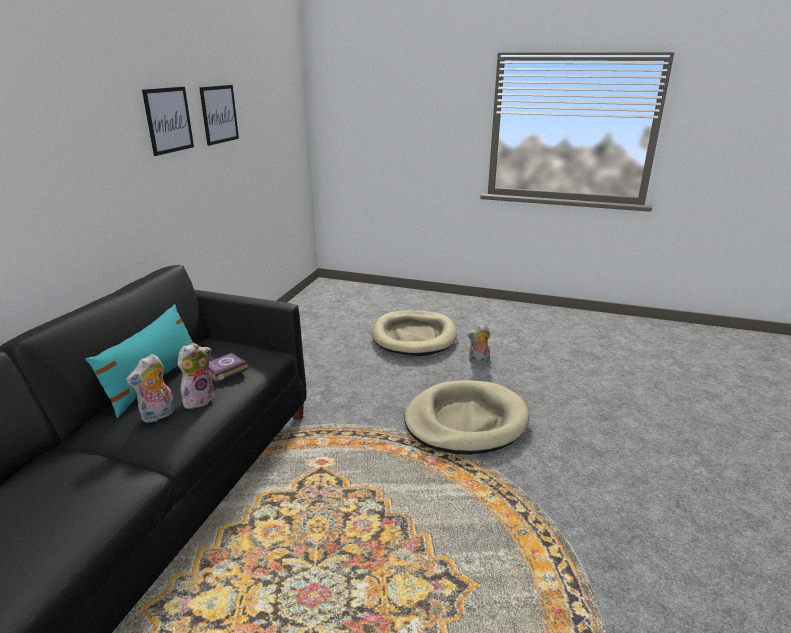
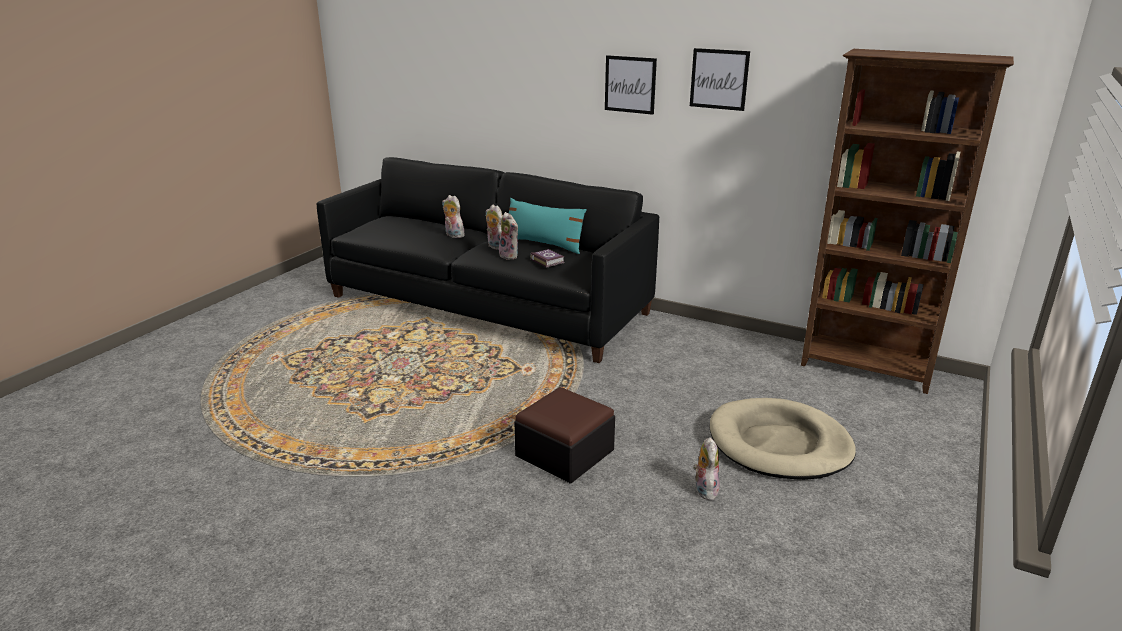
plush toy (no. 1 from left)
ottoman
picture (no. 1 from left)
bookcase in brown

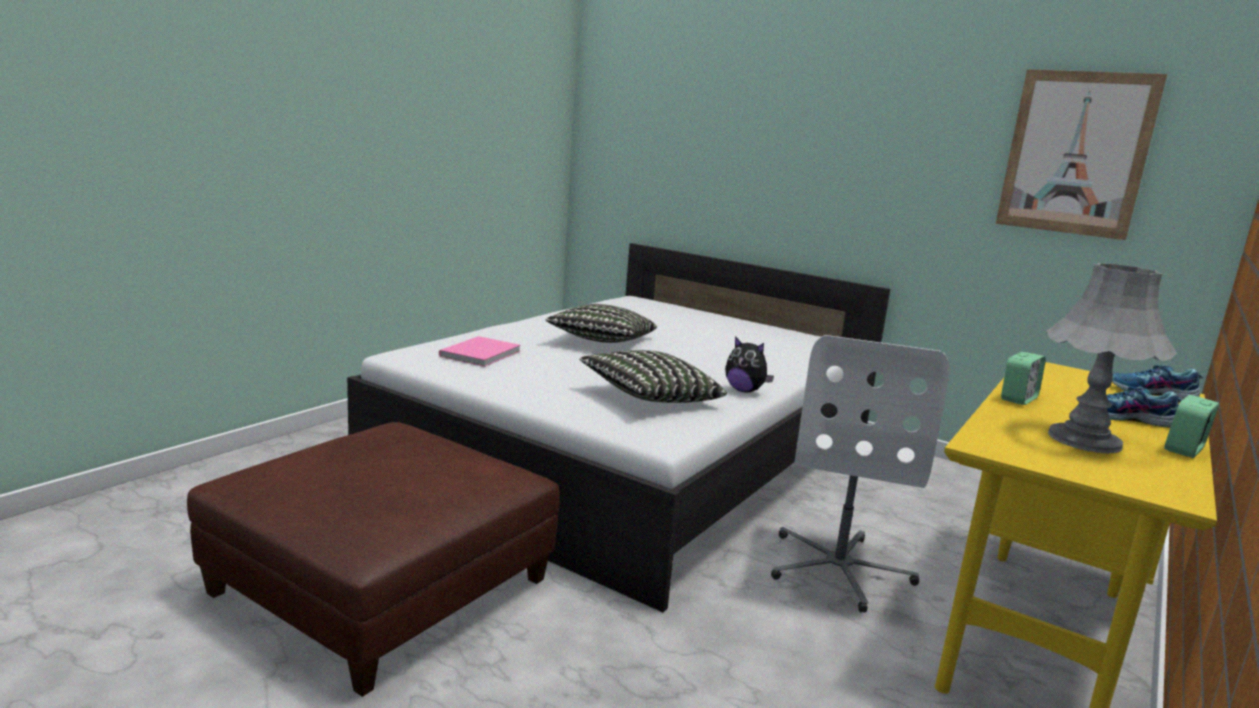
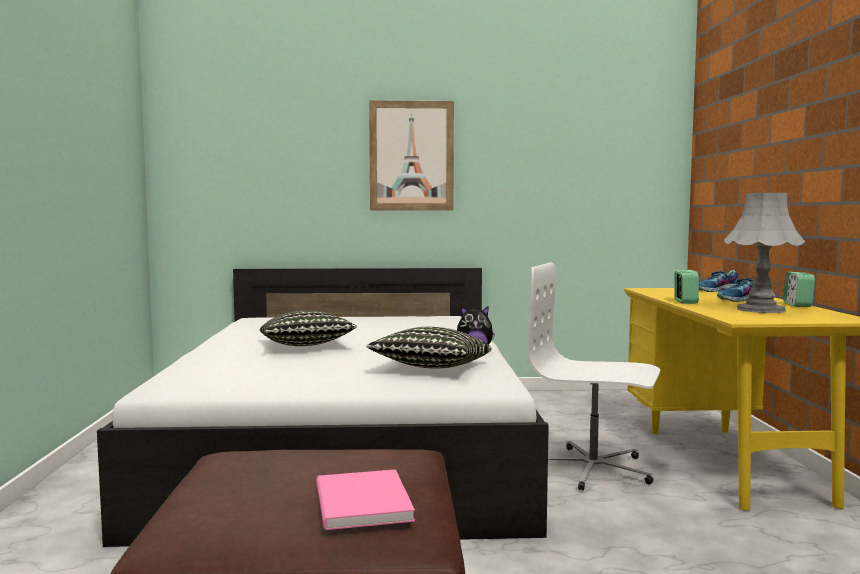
book in pink
picture
office chair in white

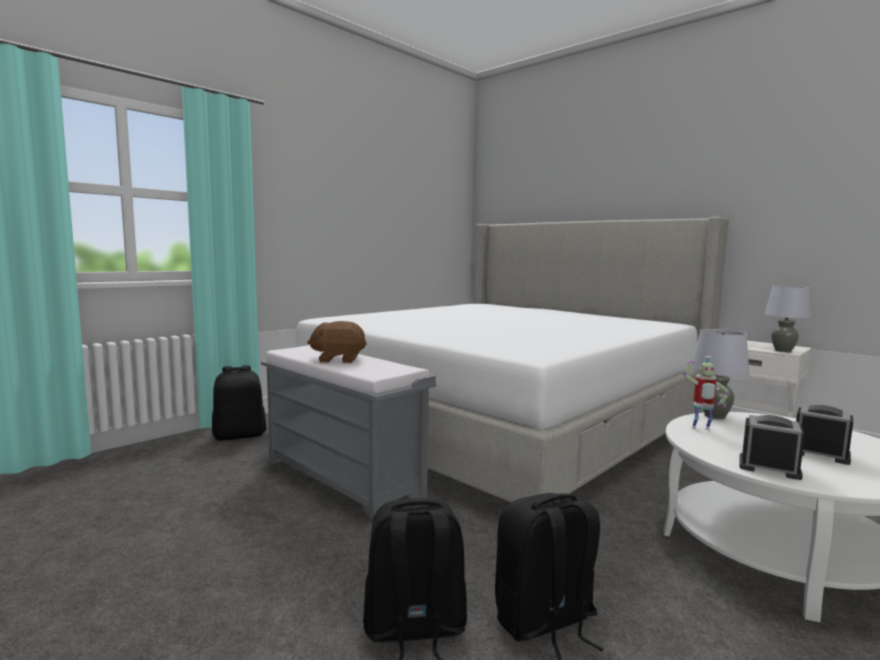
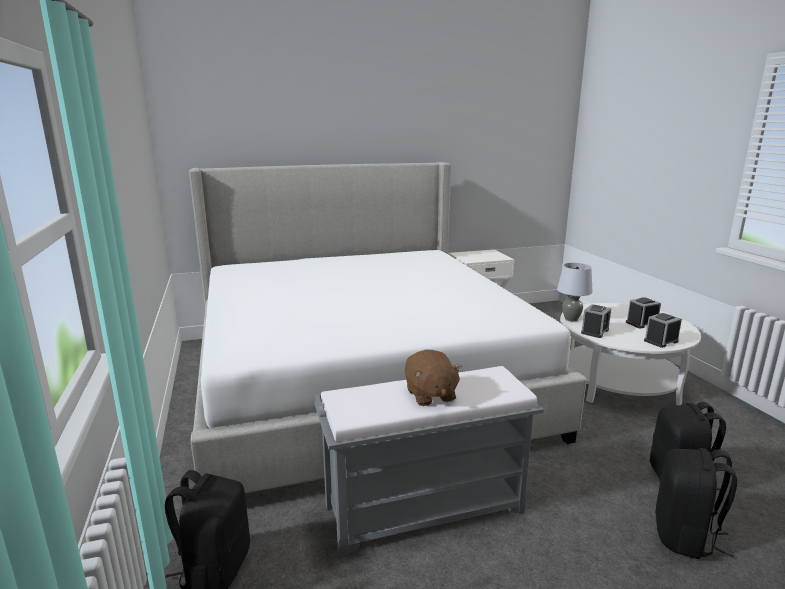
plush toy in brown
alarm clock (no. 1 from left)
table lamp in grey (no. 2 from left in the first image)

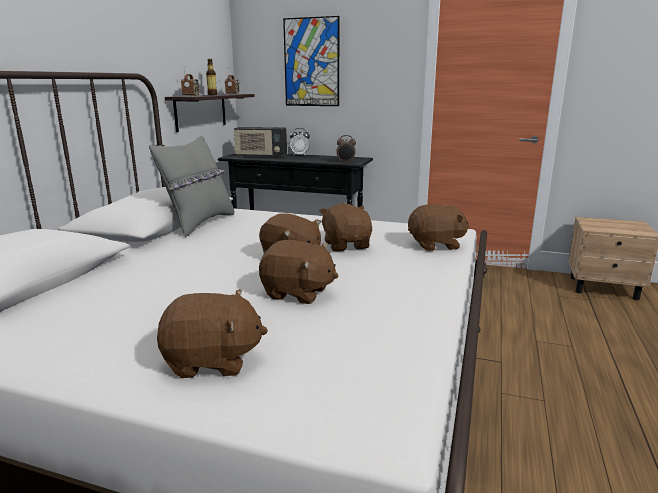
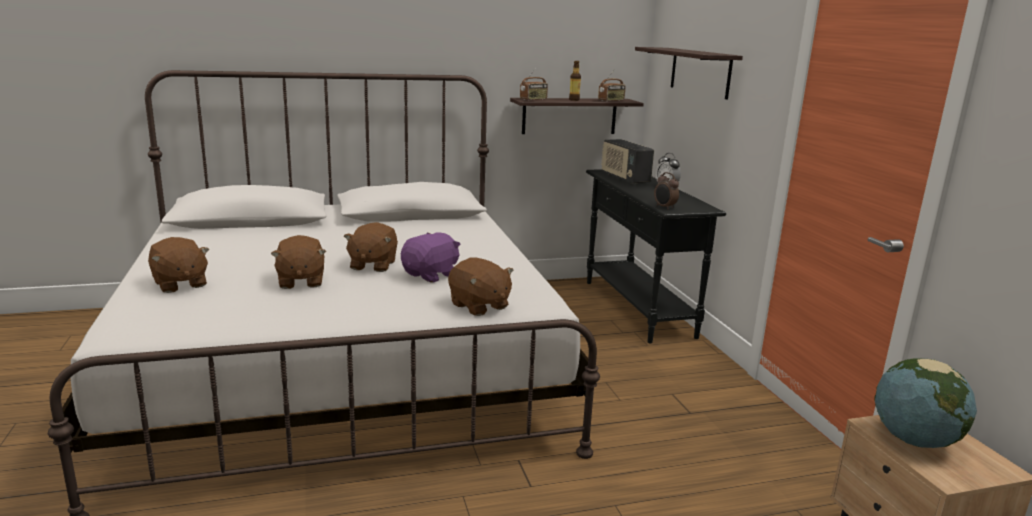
plush toy in purple
shelf (no. 2 from left)
globe
pillow in grey

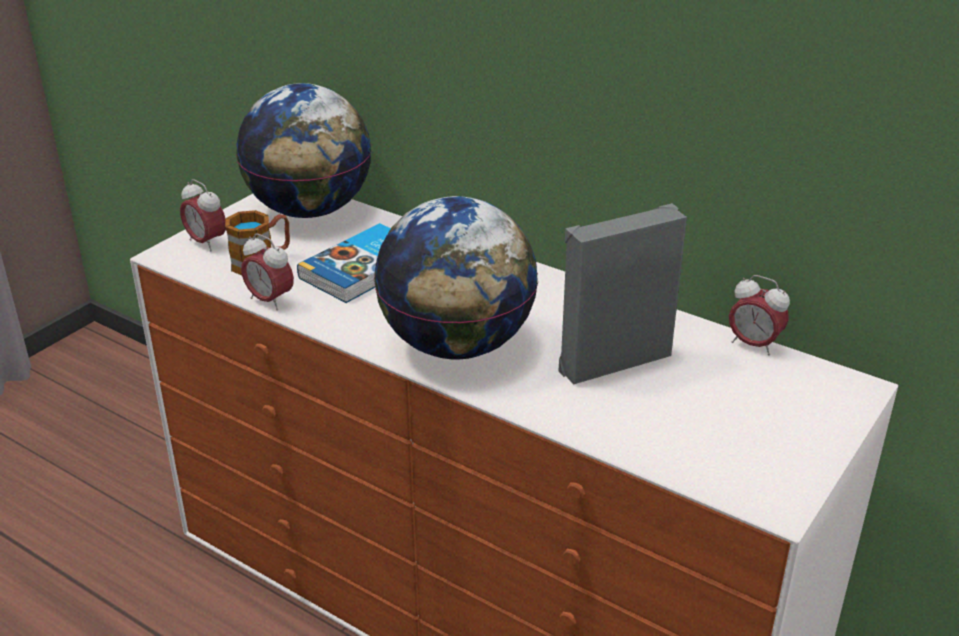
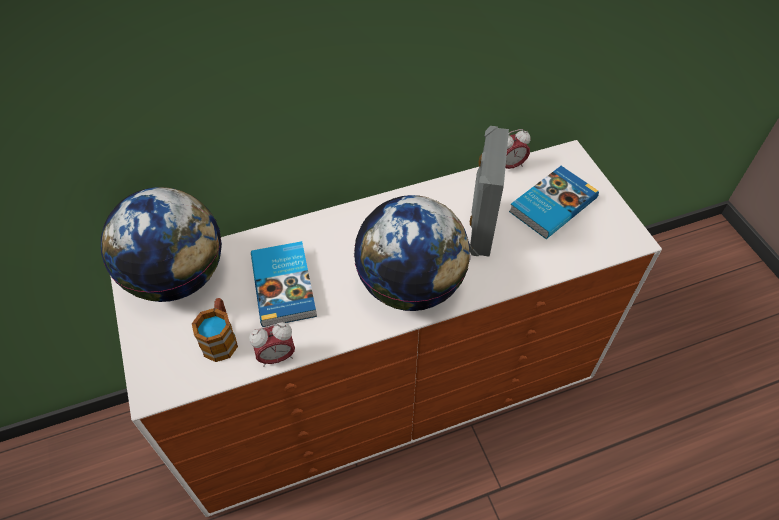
book (no. 2 from left)
alarm clock (no. 1 from left in the first image)

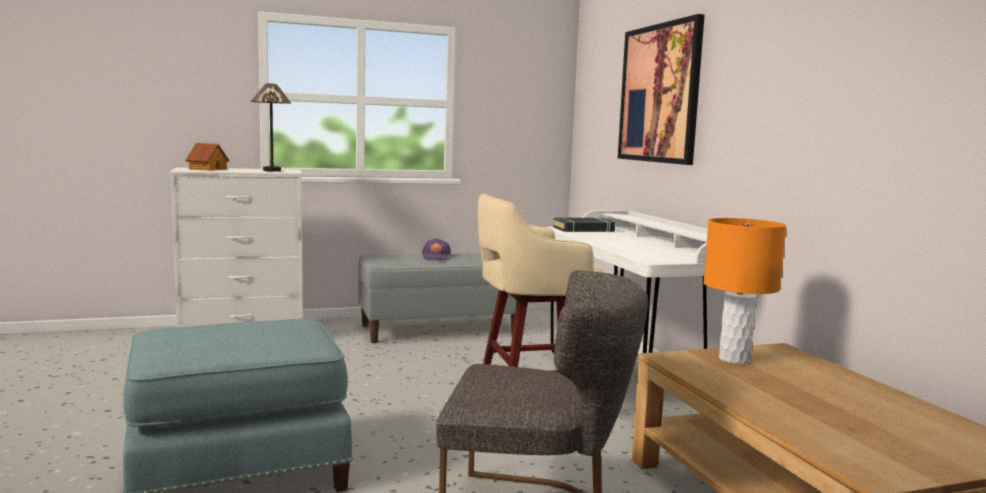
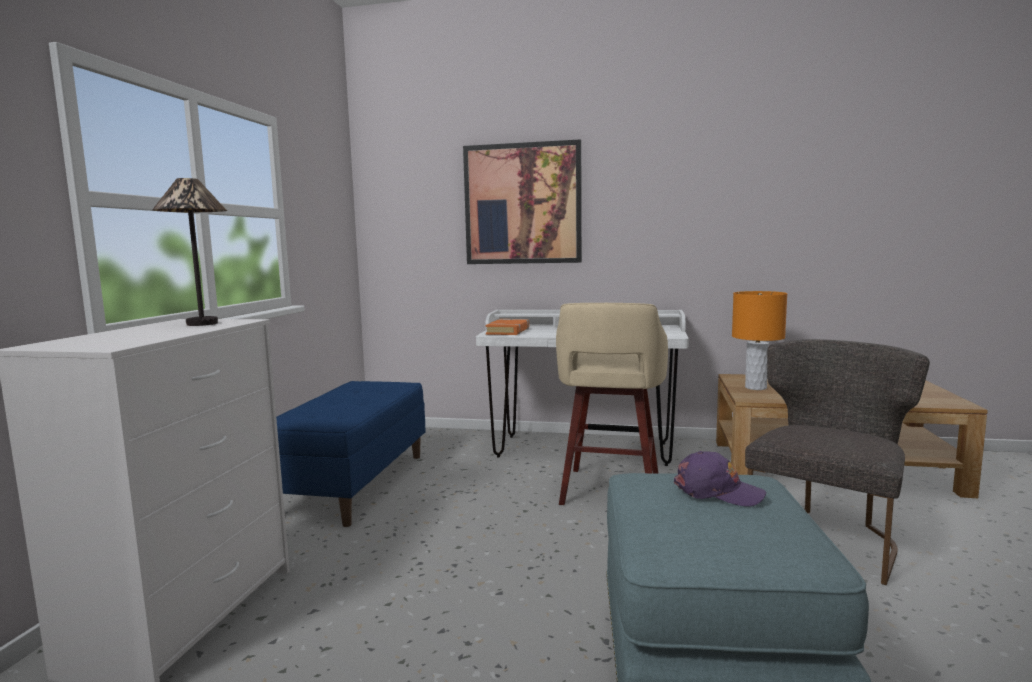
bench in blue
book in orange
cap in purple
toy house

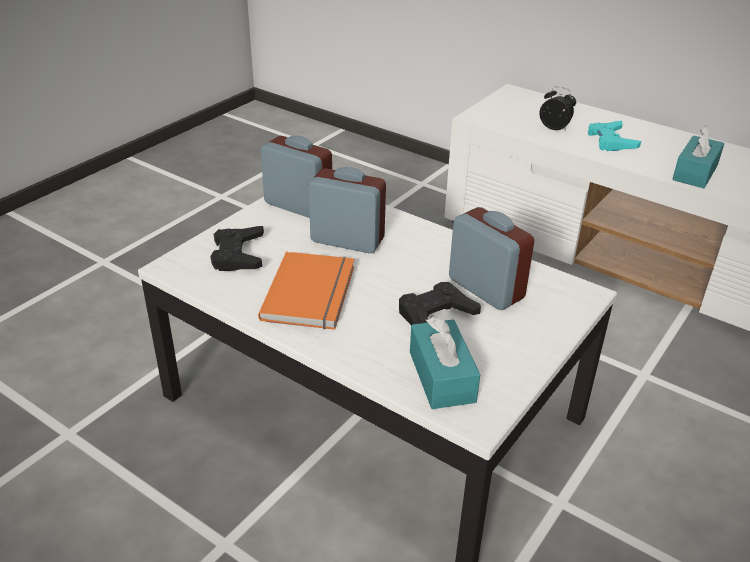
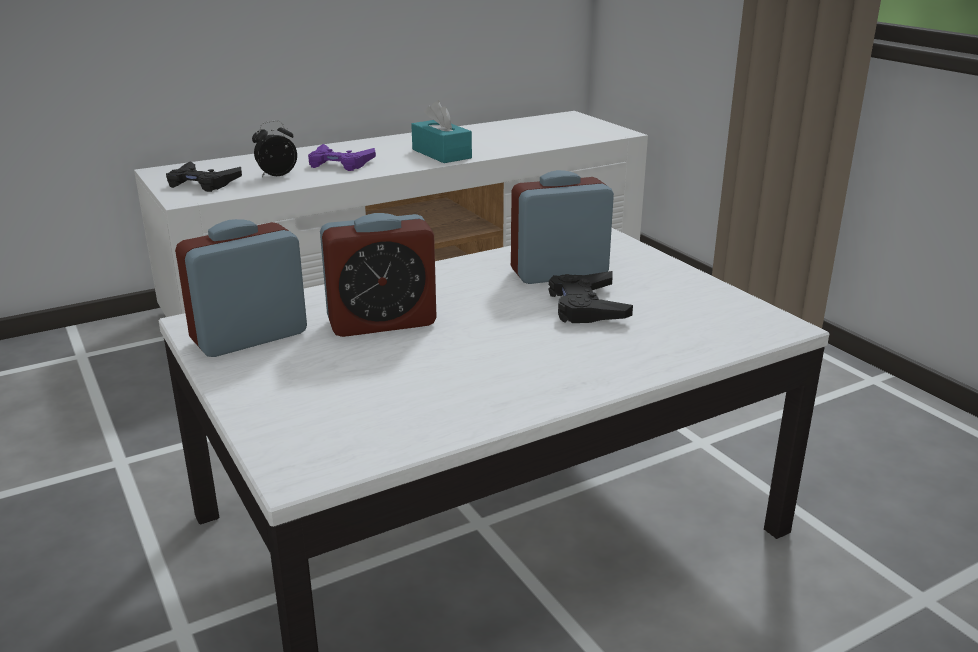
game controller in black (no. 1 from left)
game controller in purple
alarm clock (no. 3 from left)
book in orange
tissue box in turquoise (no. 1 from left in the first image)

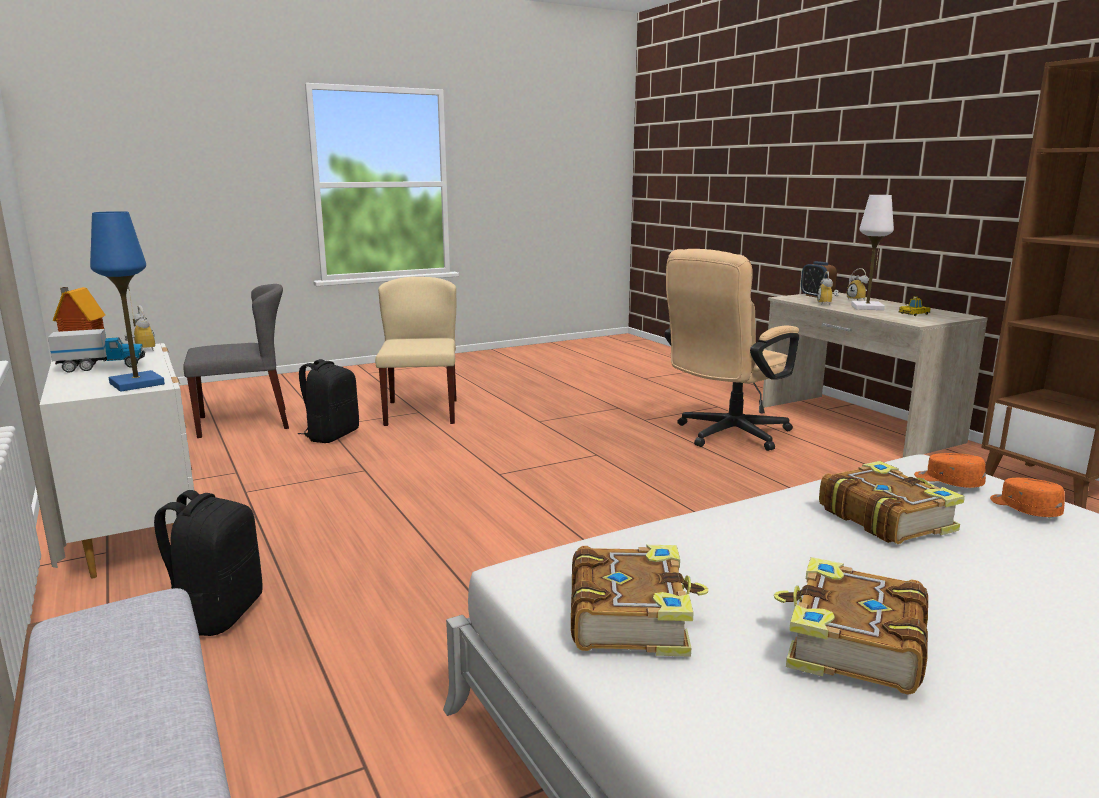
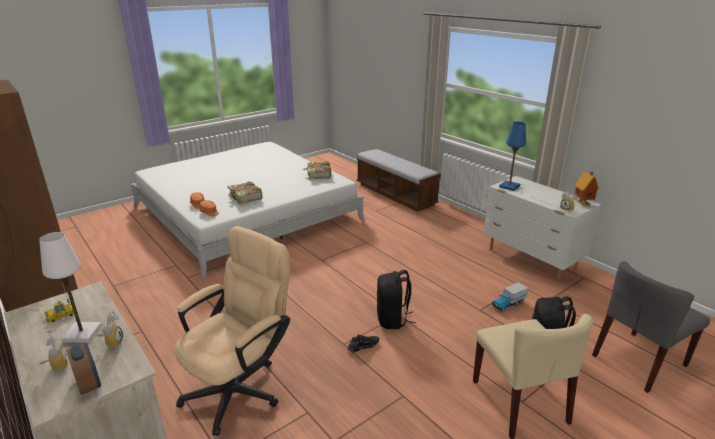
shoe in black
backpack in black (no. 1 from left)
toy truck
book (no. 2 from left in the first image)

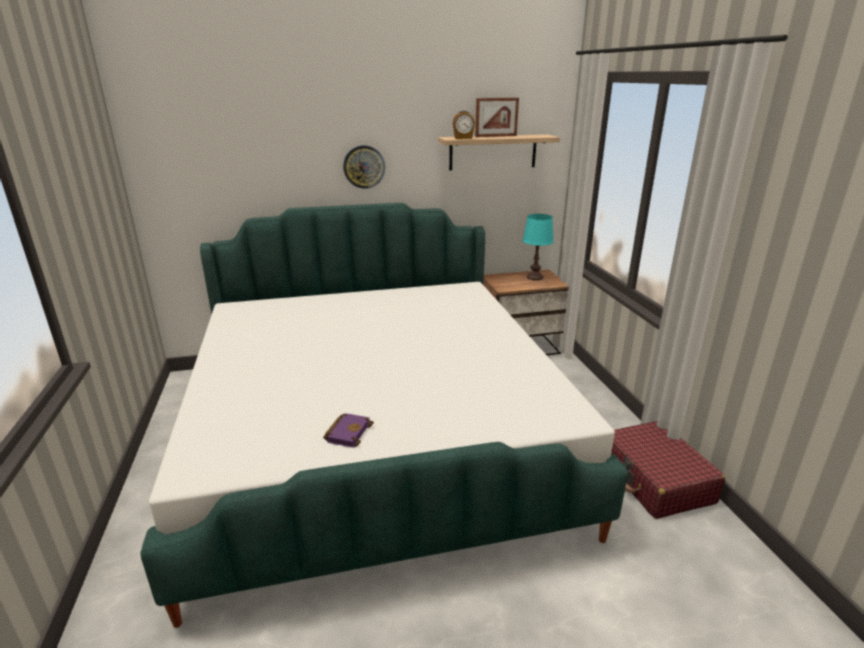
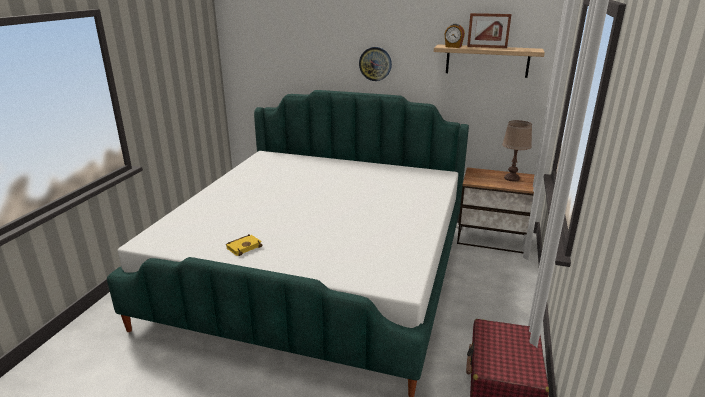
book in yellow
table lamp in brown

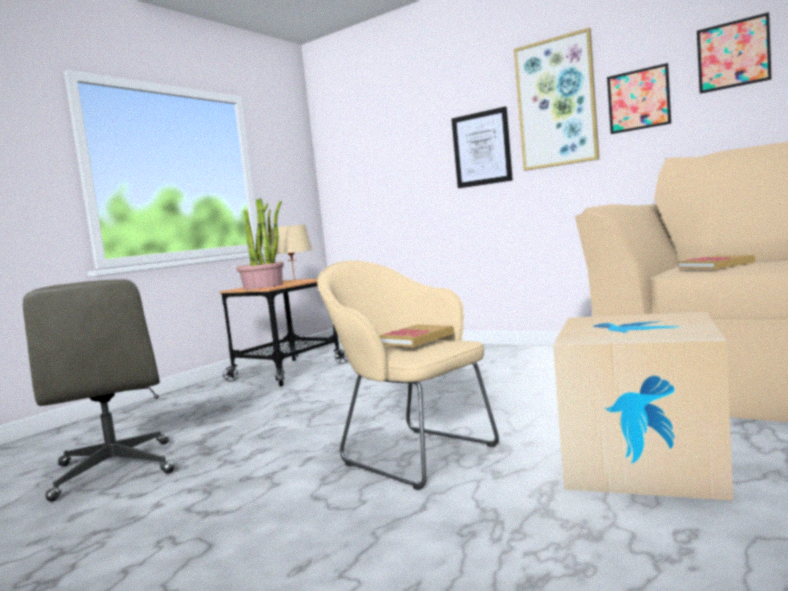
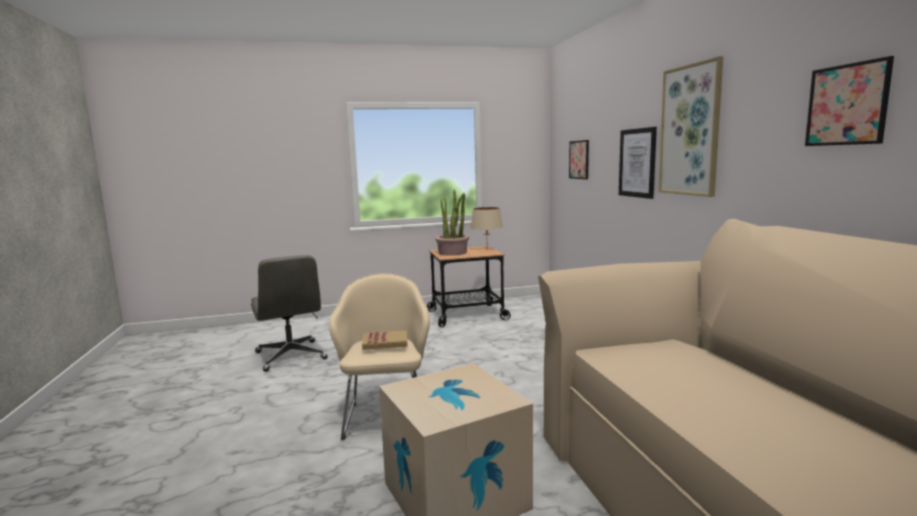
office chair in grey
picture (no. 1 from left)
book (no. 2 from left in the first image)

